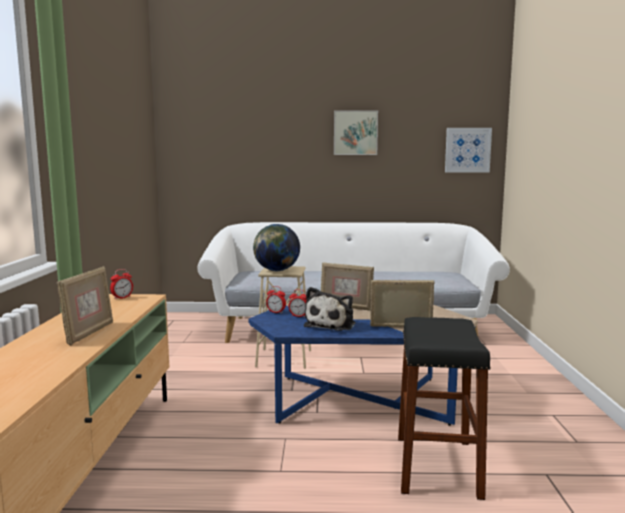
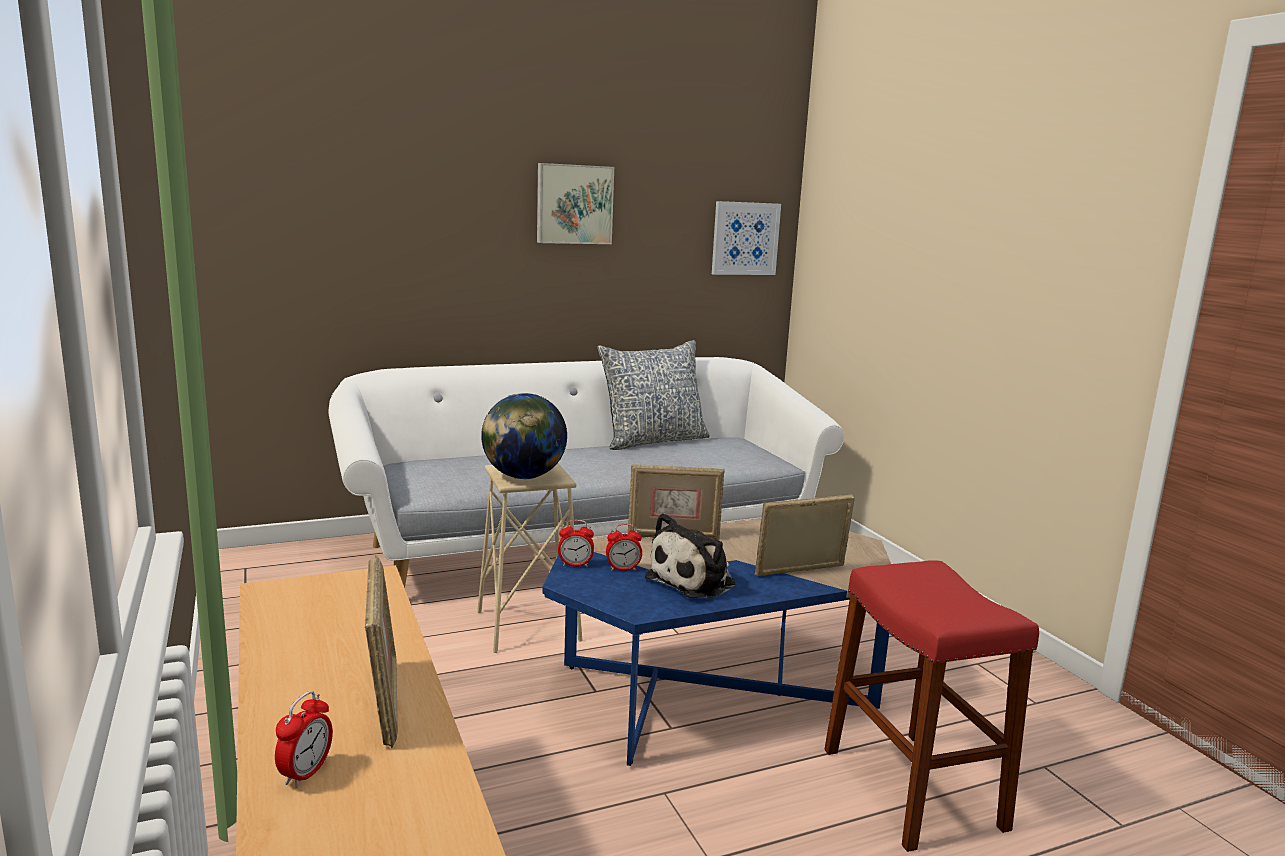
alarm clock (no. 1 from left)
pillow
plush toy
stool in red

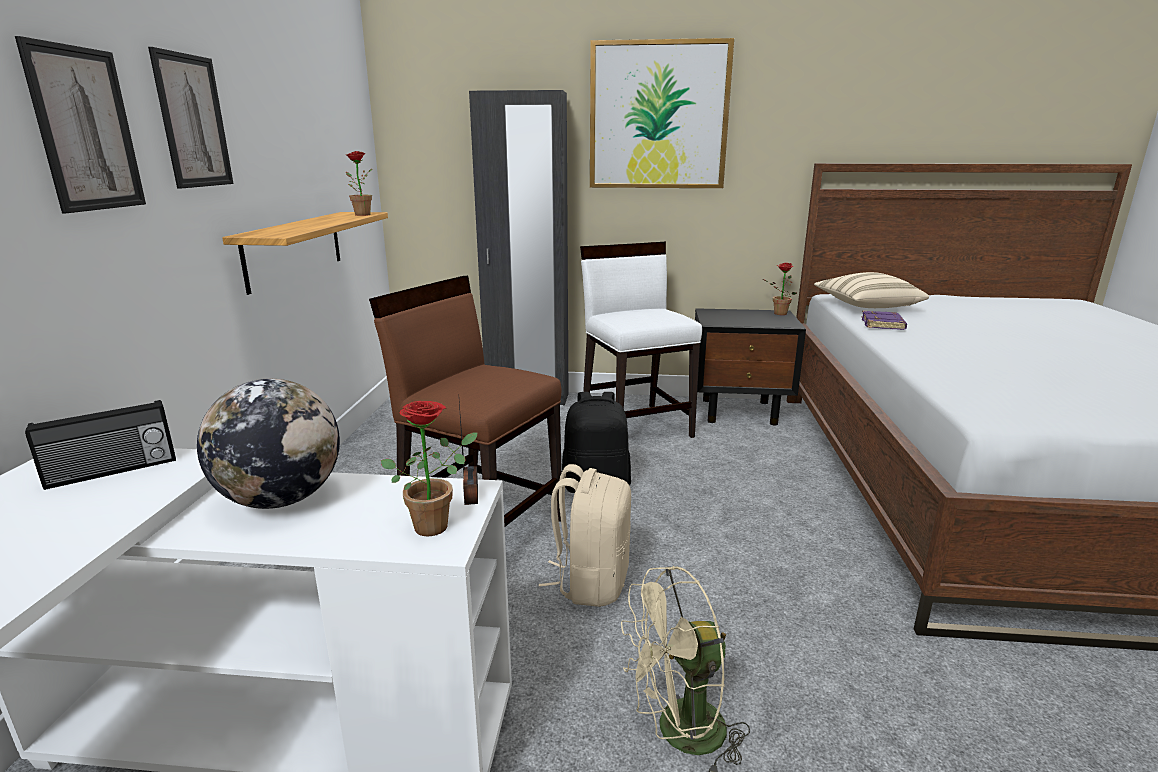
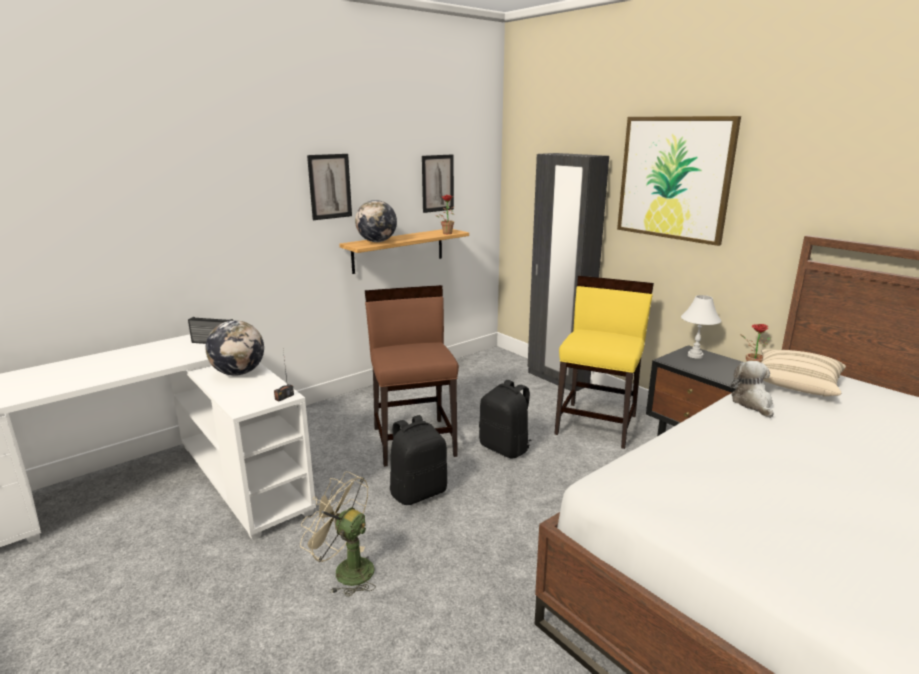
globe (no. 2 from left)
backpack in black (no. 1 from left)
picture (no. 2 from left)
chair in yellow
table lamp in white
plush toy
potted plant (no. 2 from left in the first image)

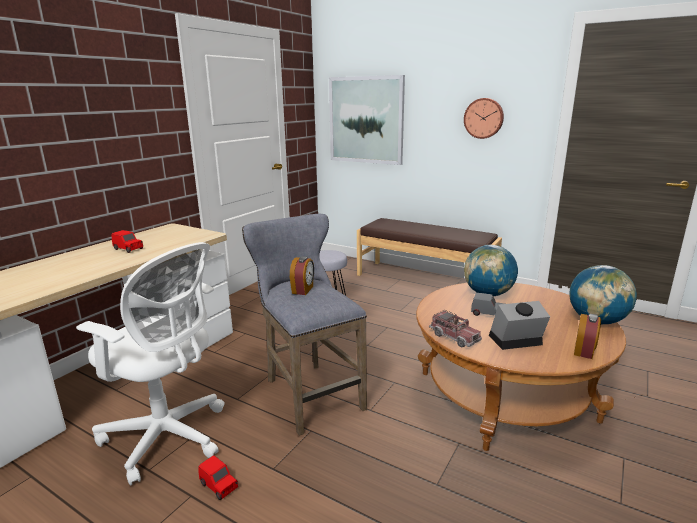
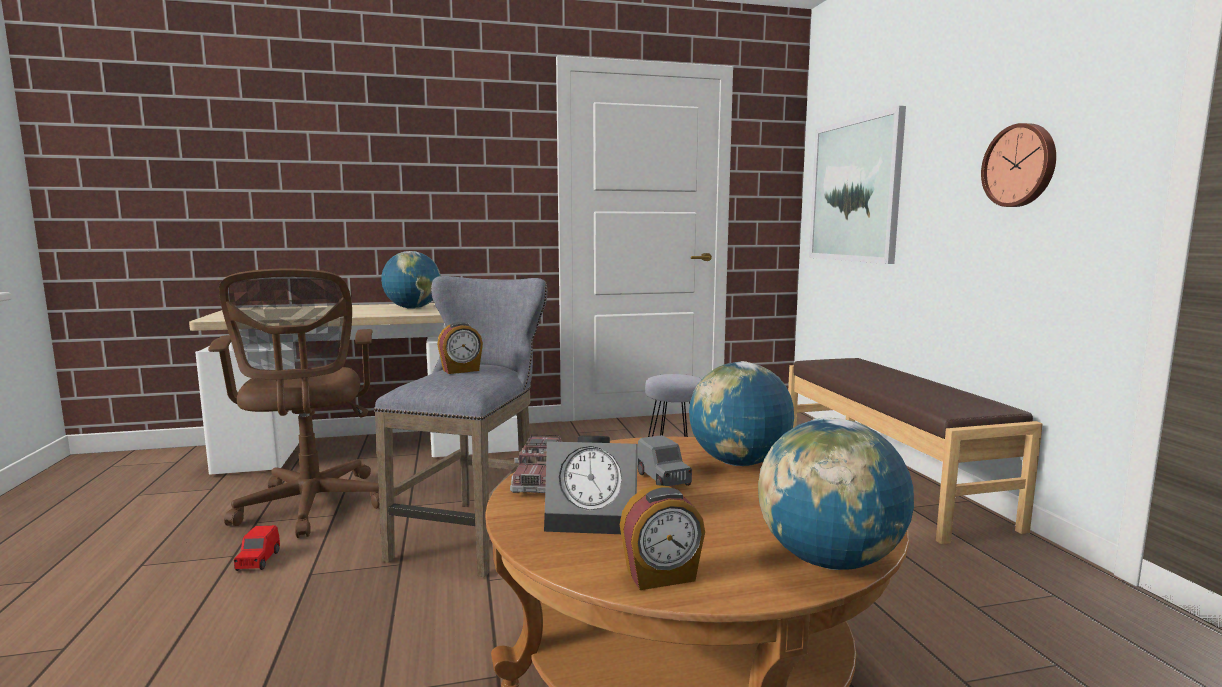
office chair in brown
globe (no. 1 from left)
alarm clock (no. 2 from left)

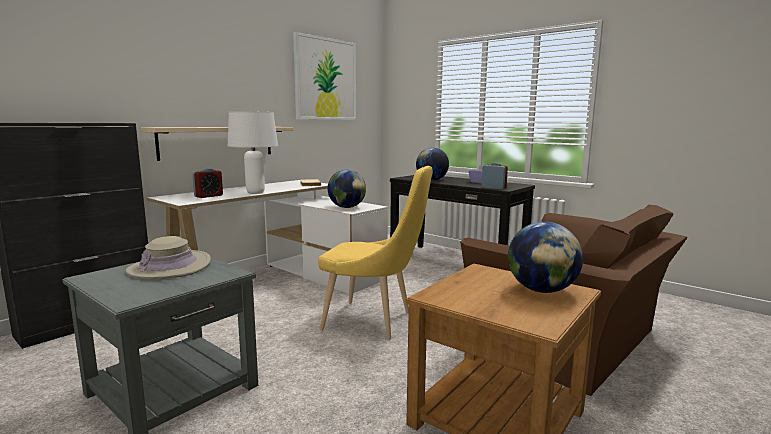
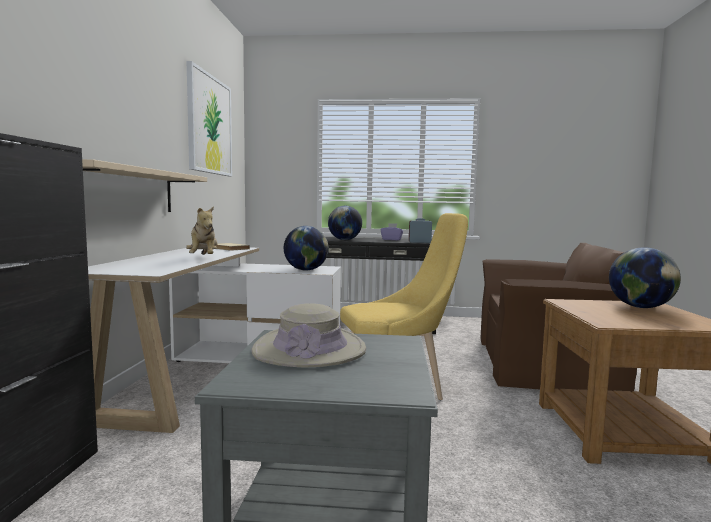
plush toy
alarm clock (no. 1 from left in the first image)

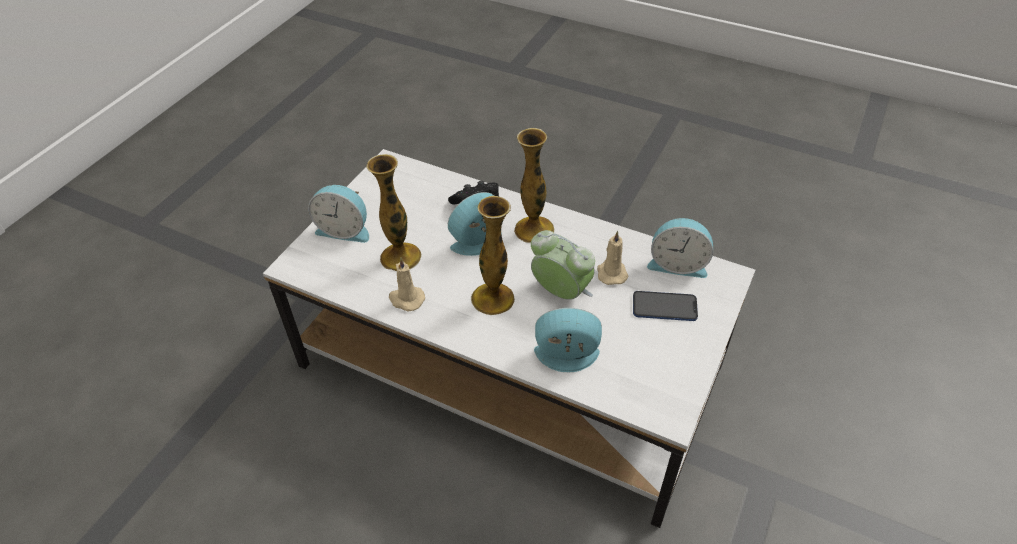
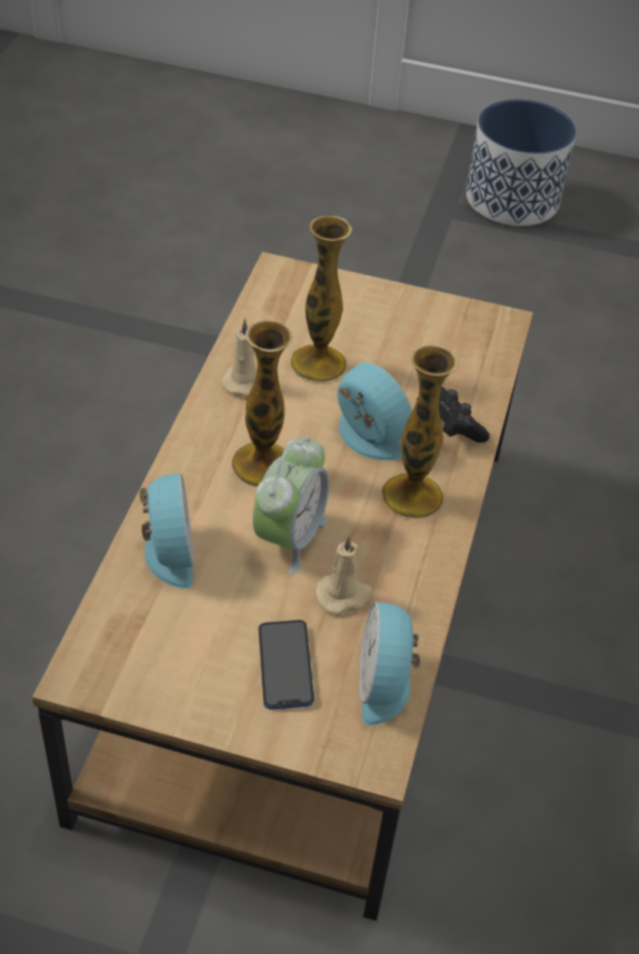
coffee table in brown
planter
alarm clock (no. 1 from left in the first image)

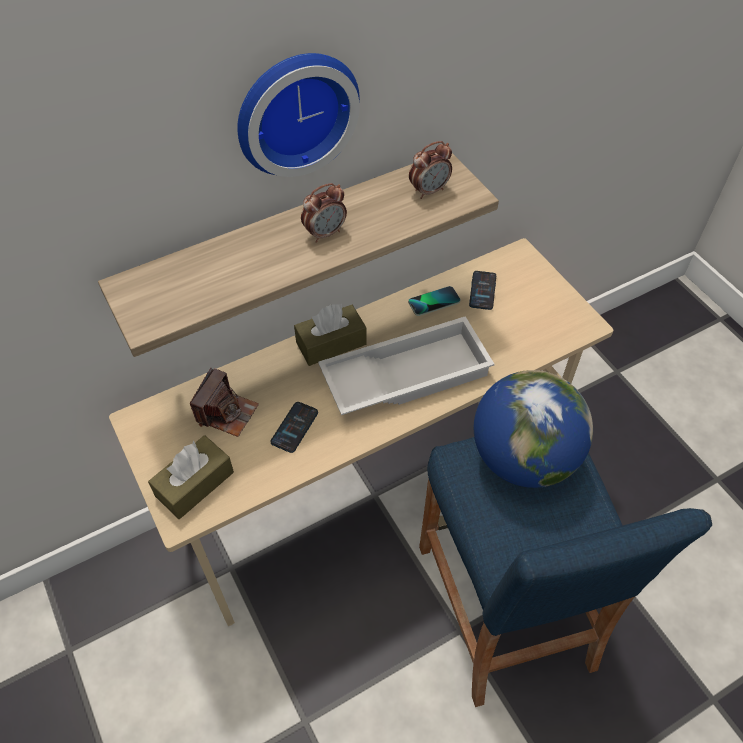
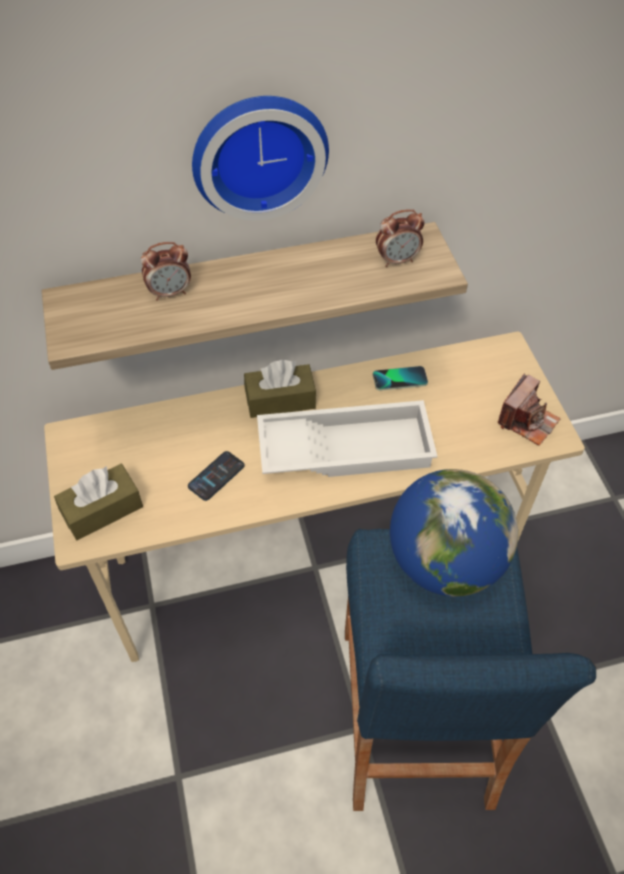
alarm clock (no. 1 from left)
photo camera
phone (no. 3 from left in the first image)

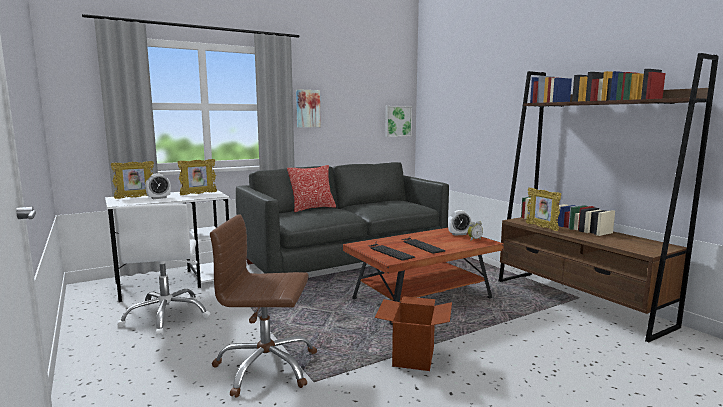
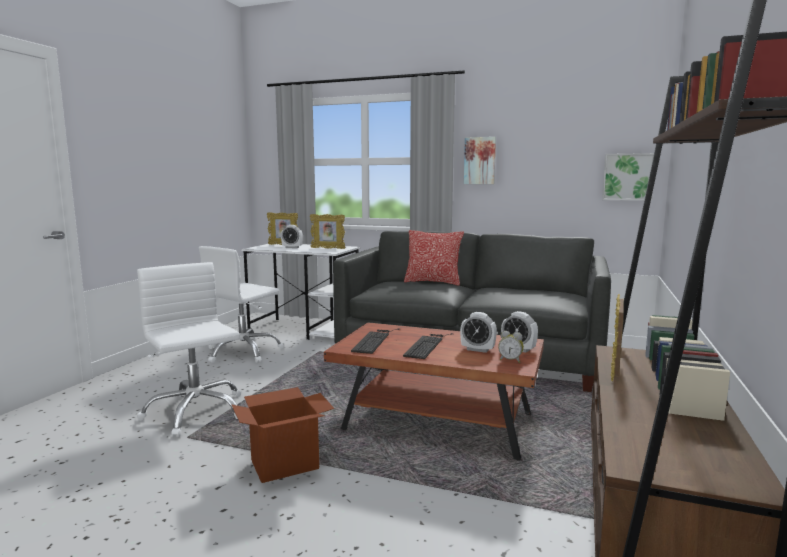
office chair in white (no. 1 from left)
alarm clock (no. 2 from left)

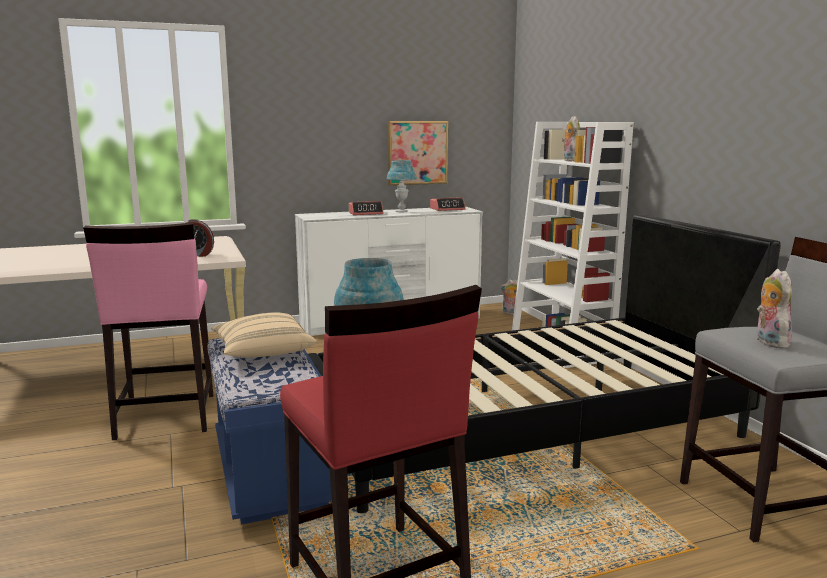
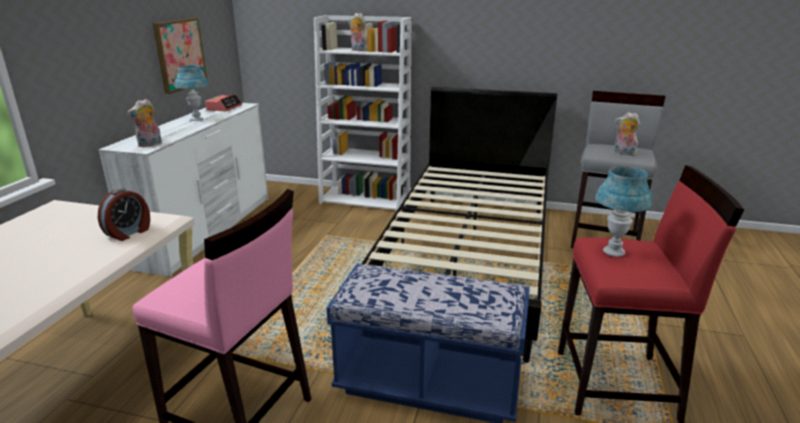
plush toy (no. 1 from left)
pillow in beige
alarm clock (no. 2 from left in the first image)

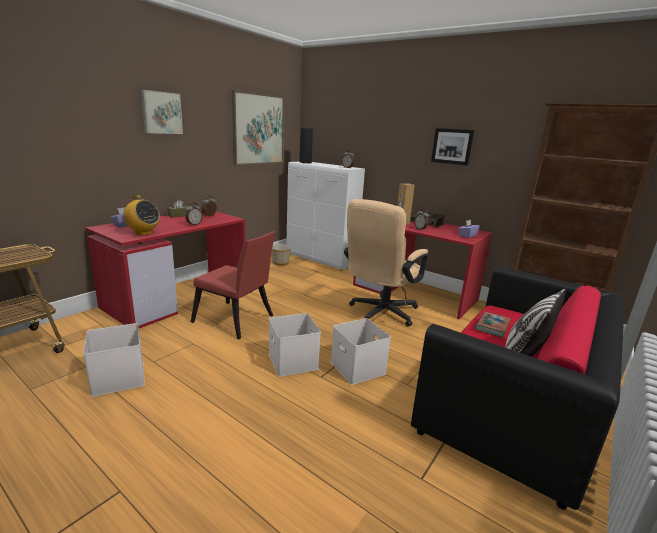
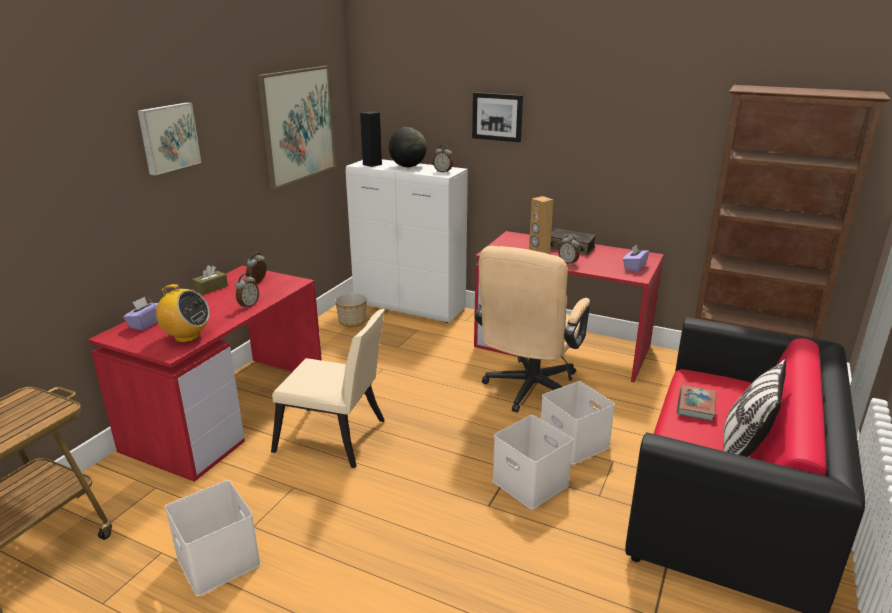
chair in beige
globe
picture (no. 3 from left)
storage box in white (no. 3 from left)

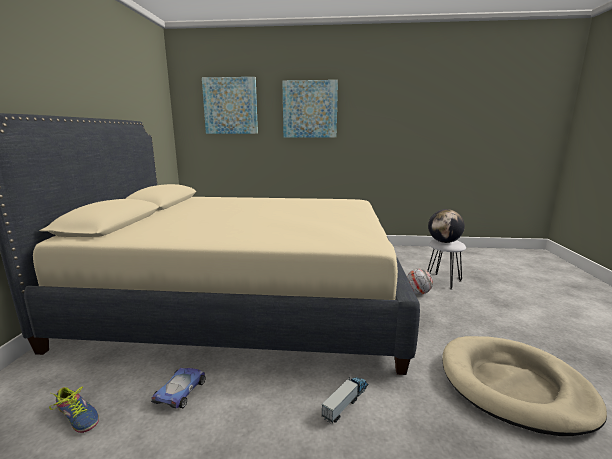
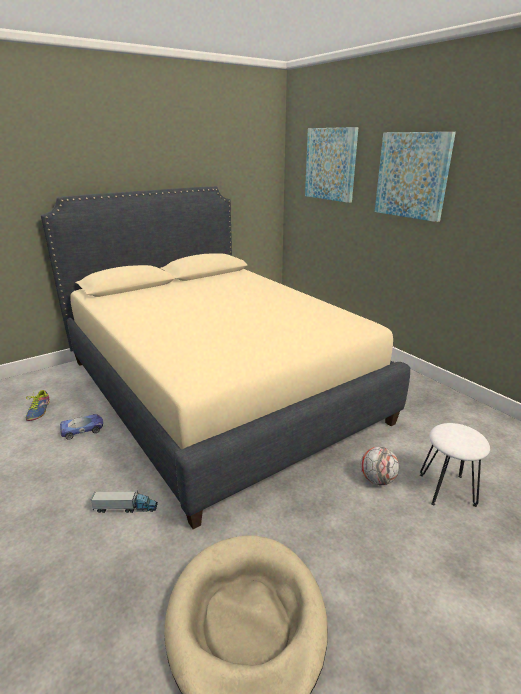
globe

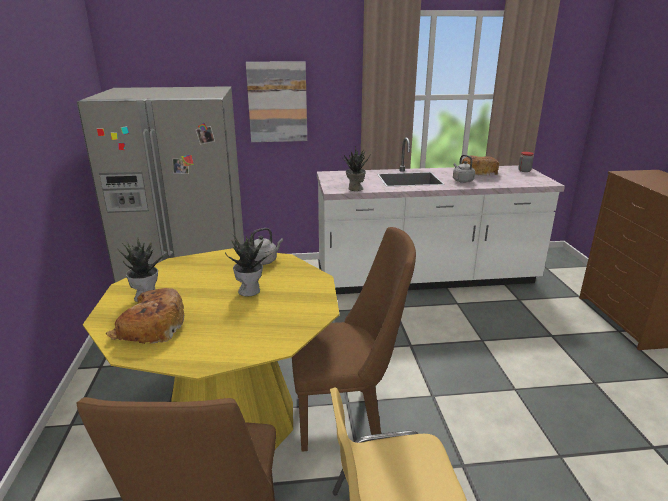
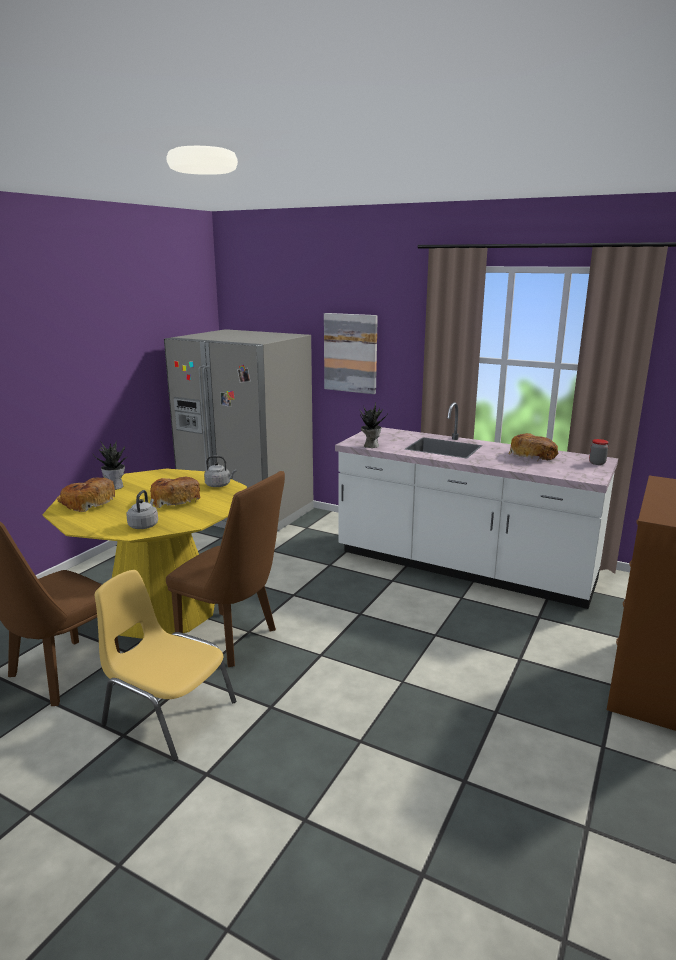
kettle in grey (no. 1 from left)
bread (no. 2 from left)

